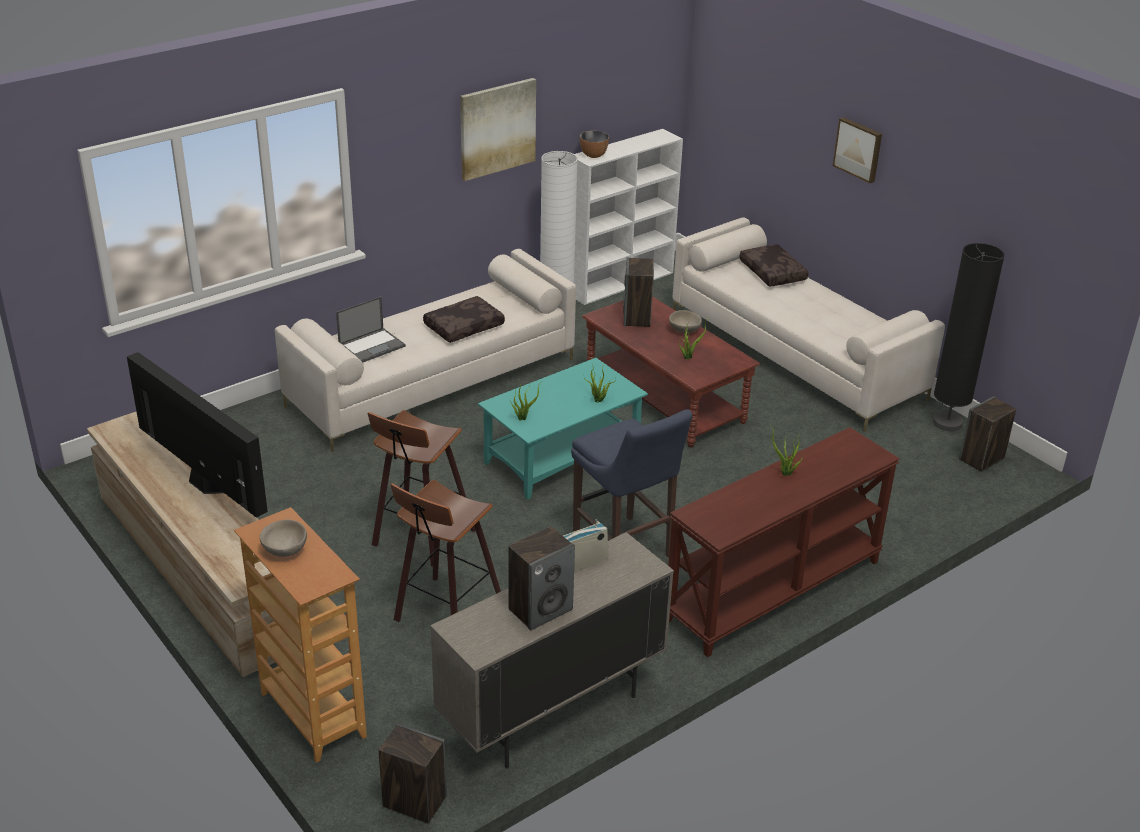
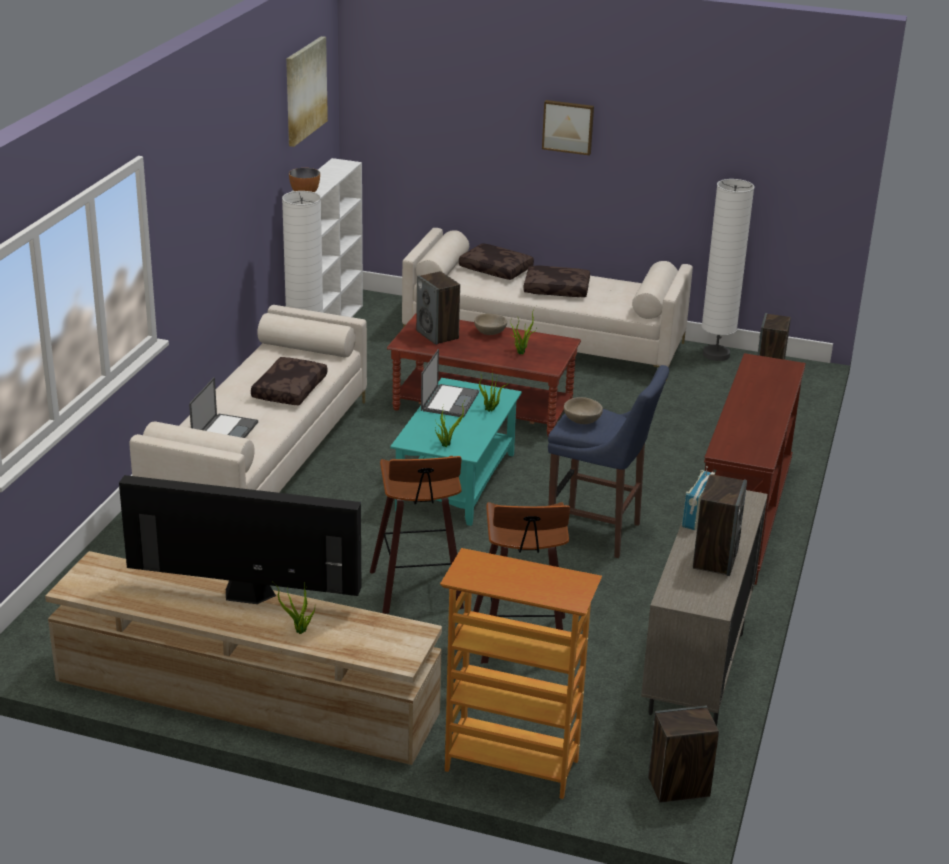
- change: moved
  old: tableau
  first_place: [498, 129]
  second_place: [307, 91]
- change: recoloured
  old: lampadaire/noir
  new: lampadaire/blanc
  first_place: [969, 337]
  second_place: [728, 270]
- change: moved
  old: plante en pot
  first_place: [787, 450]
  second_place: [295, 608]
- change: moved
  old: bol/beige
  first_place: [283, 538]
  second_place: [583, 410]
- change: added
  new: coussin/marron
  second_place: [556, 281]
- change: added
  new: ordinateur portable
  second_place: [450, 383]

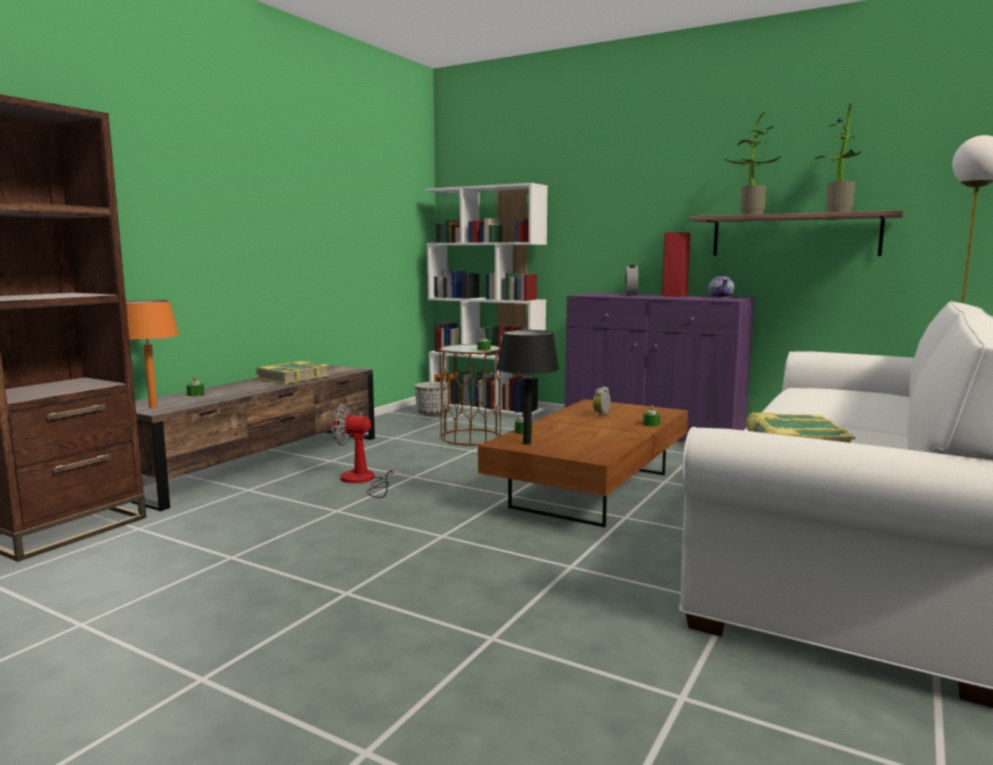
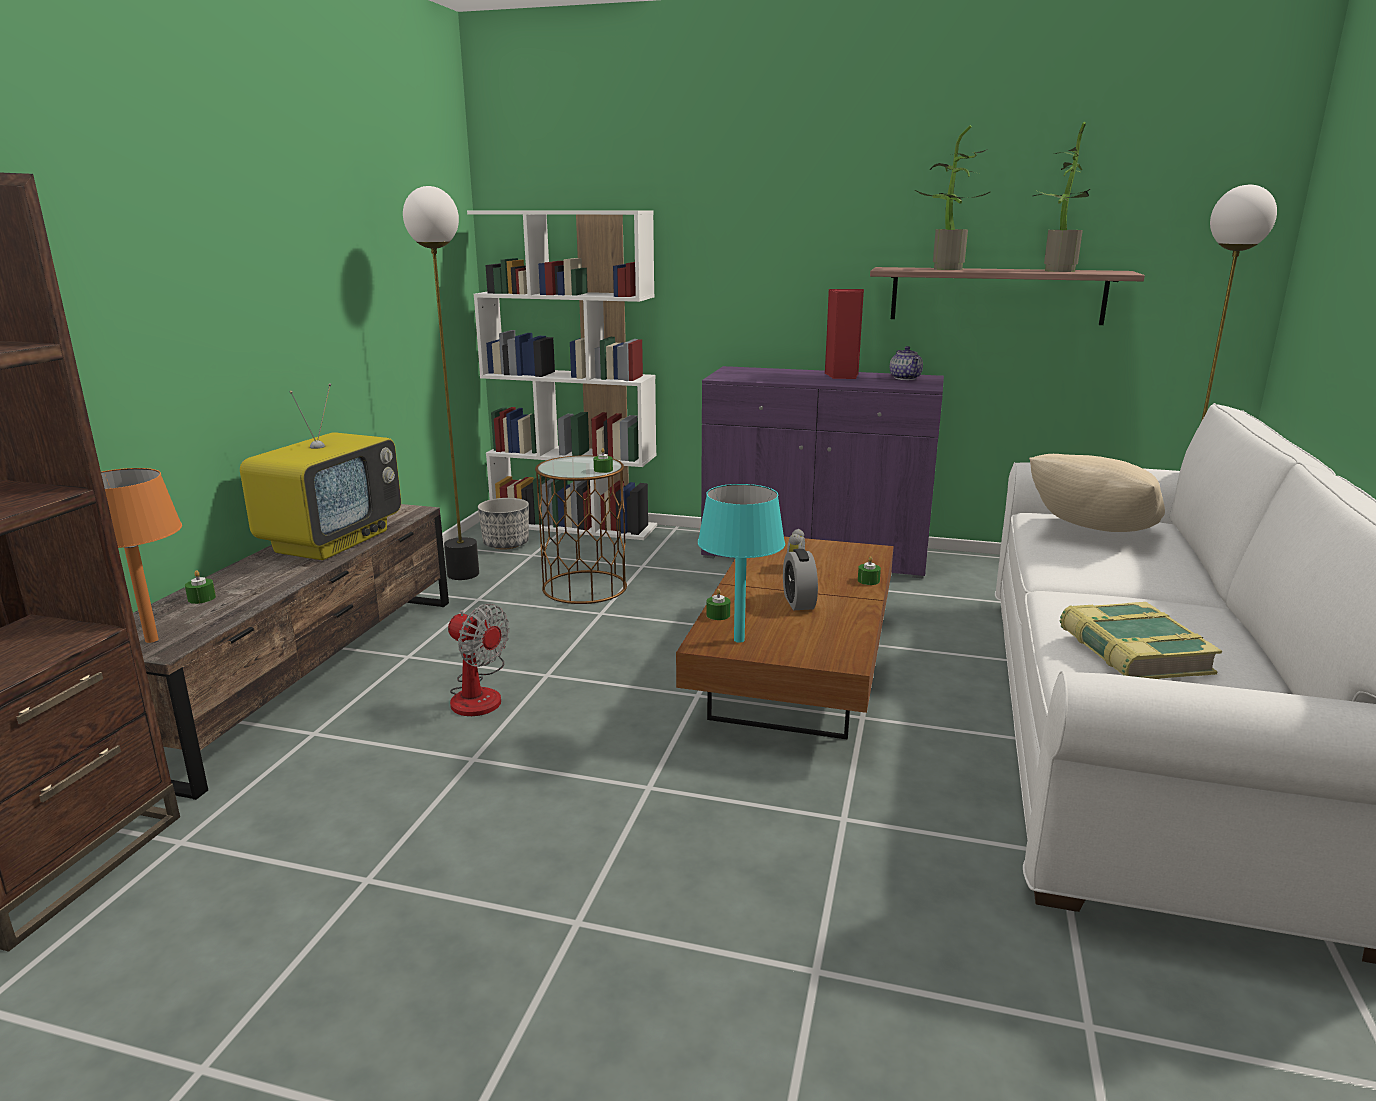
- change: moved
  old: réveil
  first_place: [631, 280]
  second_place: [800, 579]
- change: recoloured
  old: lampe de table/noir
  new: lampe de table/turquoise
  first_place: [527, 387]
  second_place: [741, 563]
- change: replaced
  old: livre
  new: téléviseur
  first_place: [292, 372]
  second_place: [320, 471]
- change: turned
  old: ventilateur
  first_place: [363, 451]
  second_place: [479, 660]
  degrees: -135
- change: added
  new: lampadaire
  second_place: [441, 383]
- change: added
  new: coussin/beige
  second_place: [1097, 493]

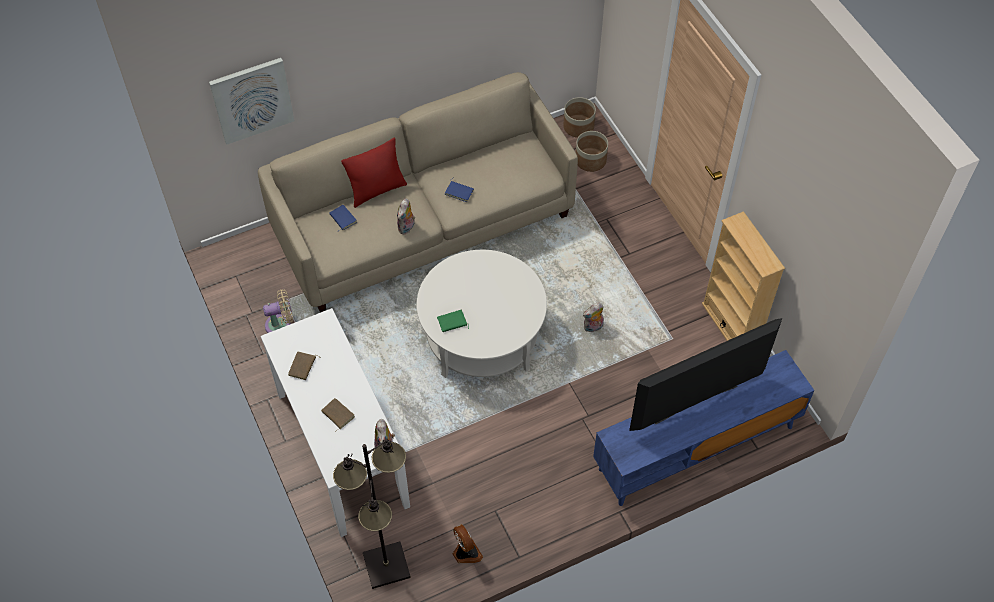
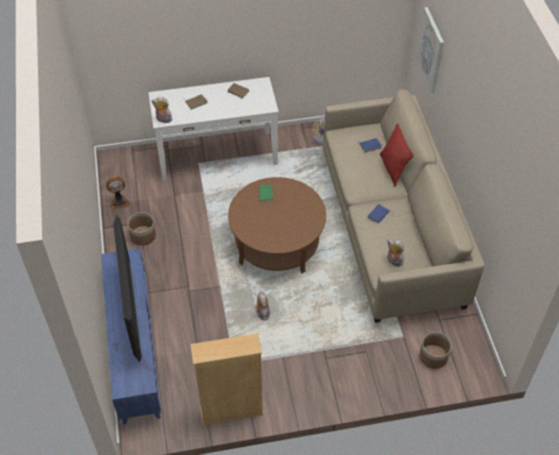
- change: moved
  old: cache-pot
  first_place: [579, 117]
  second_place: [141, 229]
- change: moved
  old: peluche
  first_place: [406, 216]
  second_place: [395, 253]
- change: recoloured
  old: table basse/blanc
  new: table basse/marron
  first_place: [482, 314]
  second_place: [277, 225]
- change: removed
  old: lampadaire/noir
  first_place: [372, 514]

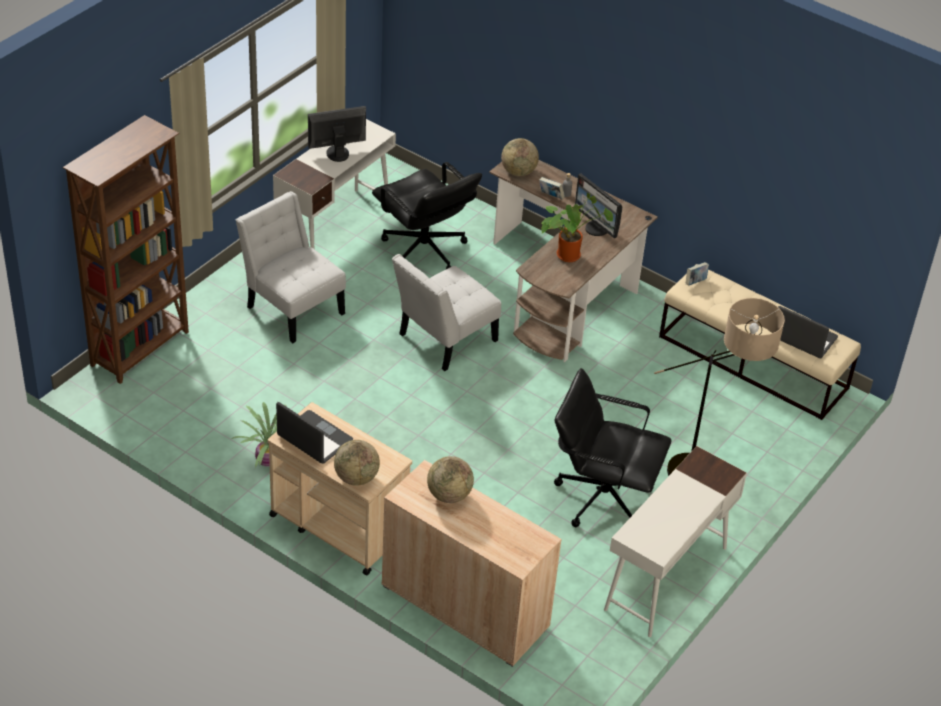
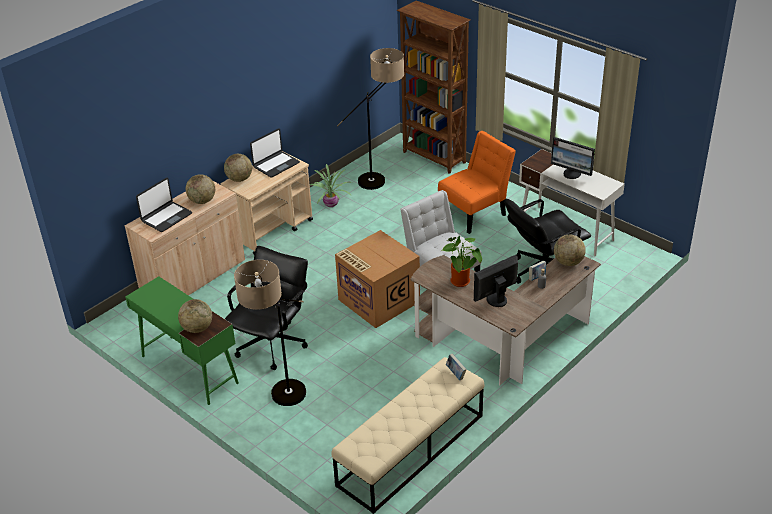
- change: turned
  old: écran d'ordinateur
  first_place: [337, 134]
  second_place: [573, 158]
  degrees: 135
- change: recoloured
  old: chaise/blanc
  new: chaise/orange
  first_place: [291, 267]
  second_place: [477, 182]
- change: moved
  old: ordinateur portable
  first_place: [808, 332]
  second_place: [164, 205]
- change: recoloured
  old: bureau/blanc
  new: bureau/vert
  first_place: [675, 541]
  second_place: [182, 340]
- change: added
  new: lampadaire
  second_place: [370, 119]
- change: added
  new: carton
  second_place: [377, 279]
- change: added
  new: globe
  second_place: [195, 316]

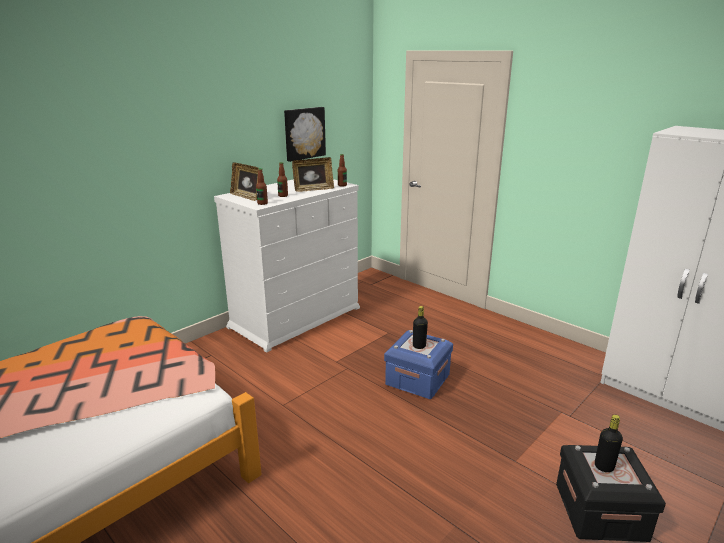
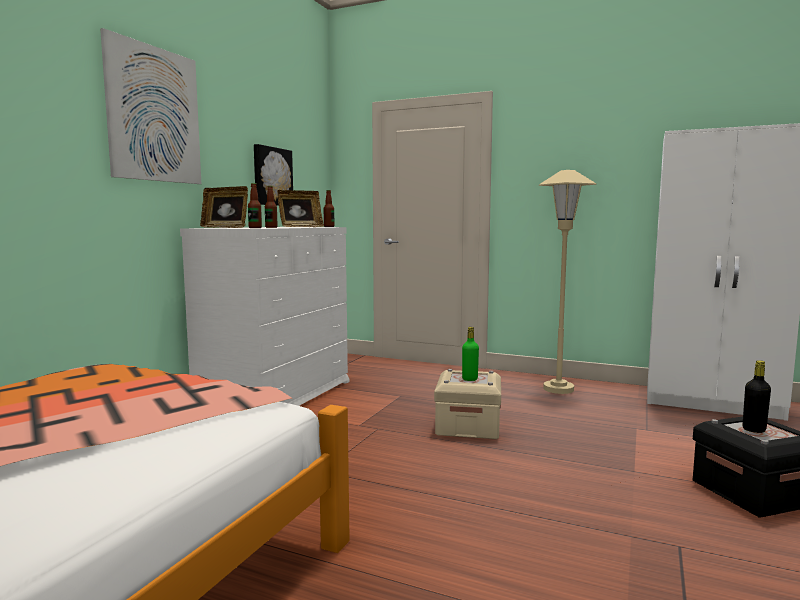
- change: recoloured
  old: bouteille/noir
  new: bouteille/vert
  first_place: [420, 327]
  second_place: [470, 354]
- change: recoloured
  old: boîte de rangement/bleu
  new: boîte de rangement/beige
  first_place: [418, 364]
  second_place: [467, 404]
- change: added
  new: tableau
  second_place: [150, 106]
- change: added
  new: lampadaire/beige
  second_place: [567, 282]

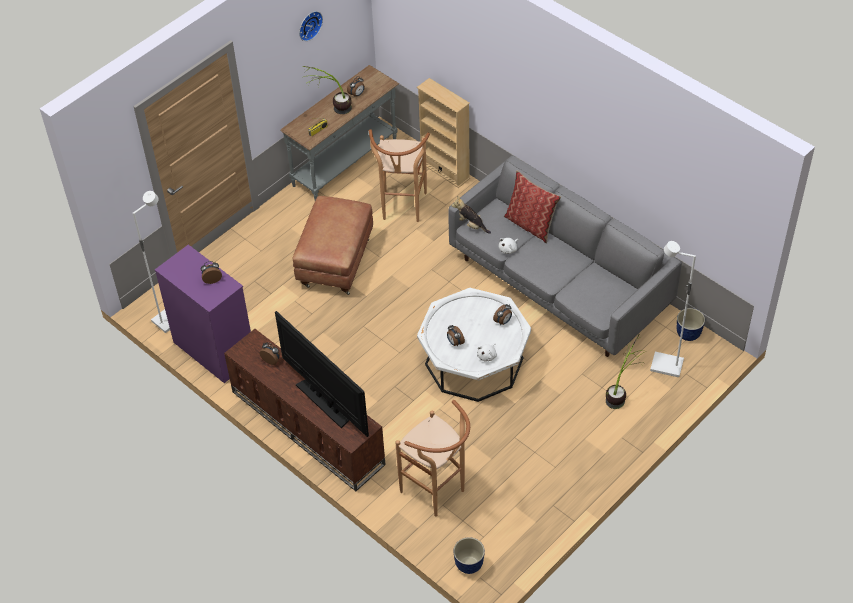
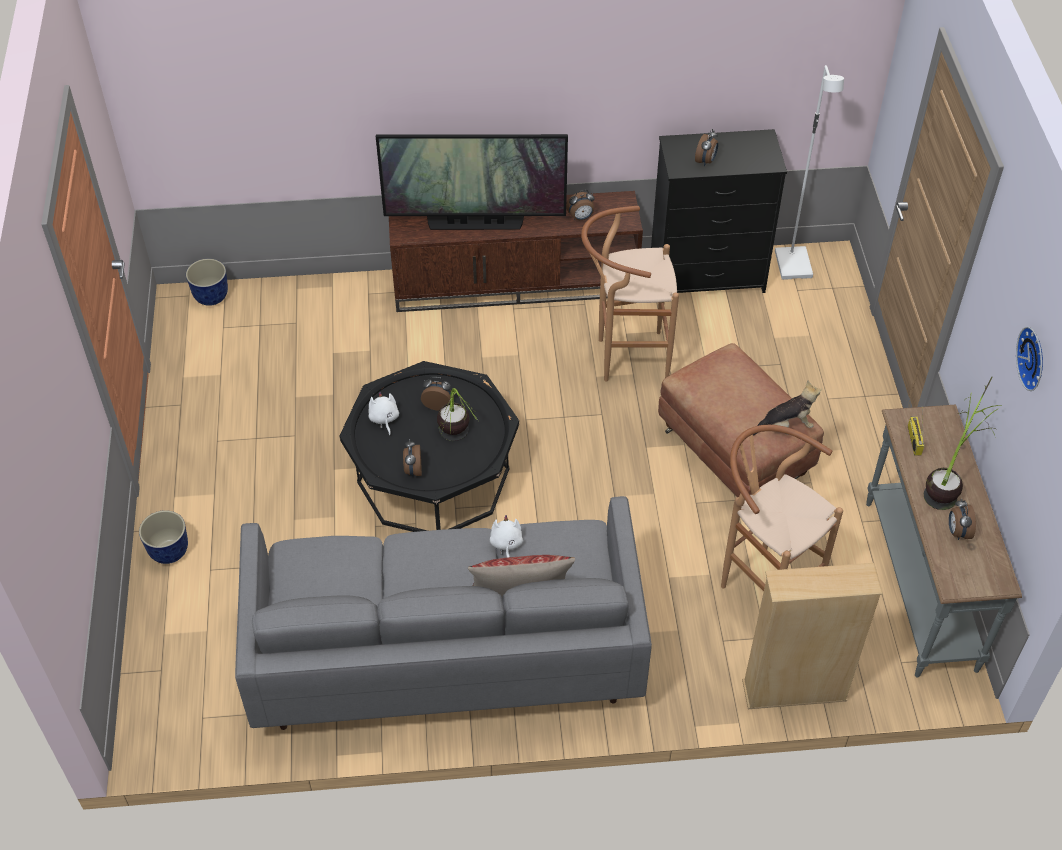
- change: moved
  old: peluche
  first_place: [471, 215]
  second_place: [787, 408]
- change: removed
  old: lampadaire/blanc
  first_place: [673, 309]
- change: recoloured
  old: commode/violet
  new: commode/noir
  first_place: [203, 314]
  second_place: [719, 211]
- change: recoloured
  old: table basse/blanc
  new: table basse/noir
  first_place: [474, 345]
  second_place: [429, 446]
- change: moved
  old: cache-pot
  first_place: [691, 324]
  second_place: [163, 537]
- change: moved
  old: plante en pot
  first_place: [626, 371]
  second_place: [457, 414]
- change: moved
  old: tabouret/marron
  first_place: [433, 458]
  second_place: [630, 293]

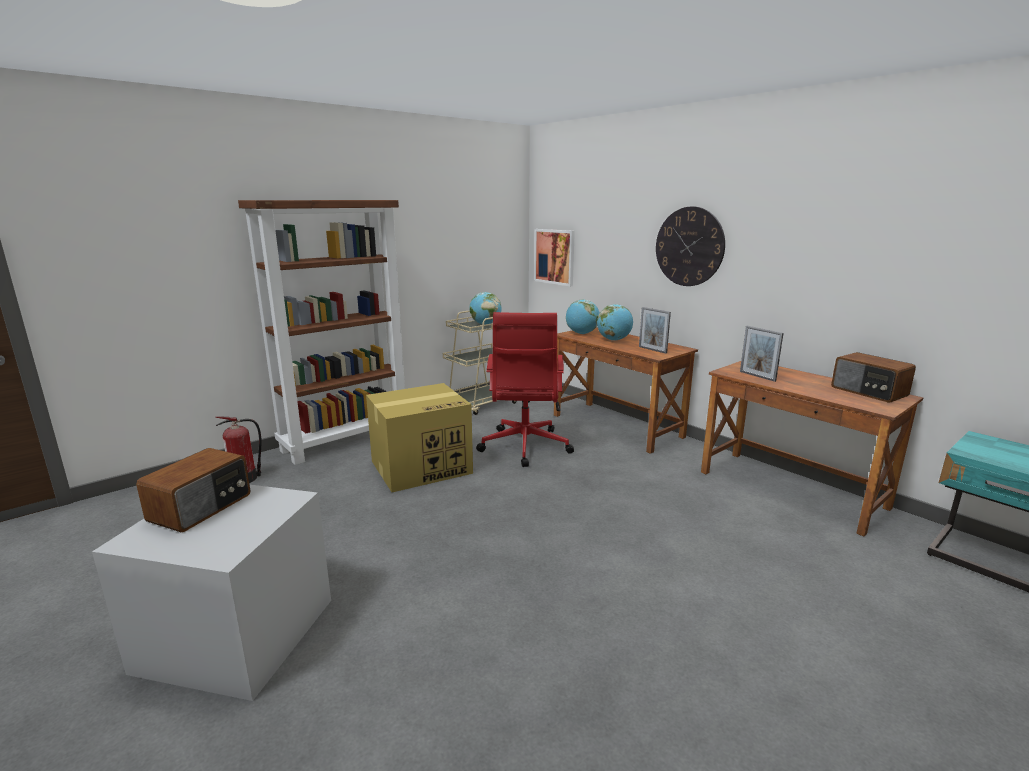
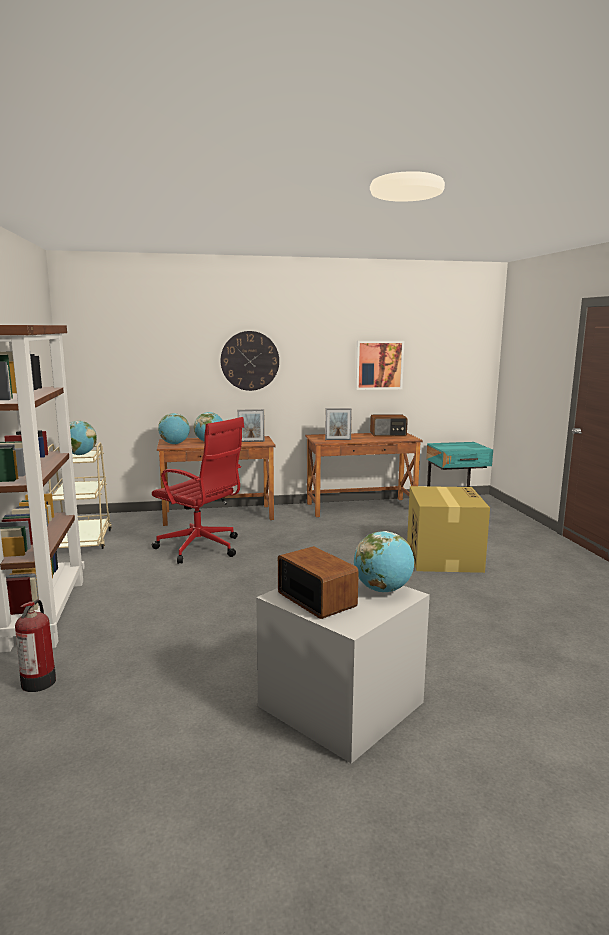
- change: moved
  old: tableau
  first_place: [554, 257]
  second_place: [380, 365]
- change: moved
  old: carton
  first_place: [419, 437]
  second_place: [448, 529]
- change: added
  new: globe
  second_place: [384, 562]

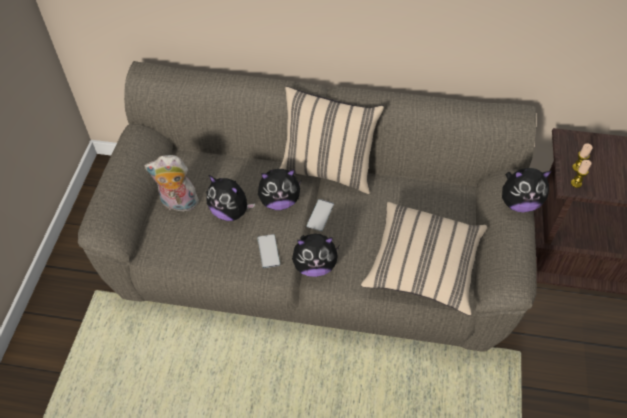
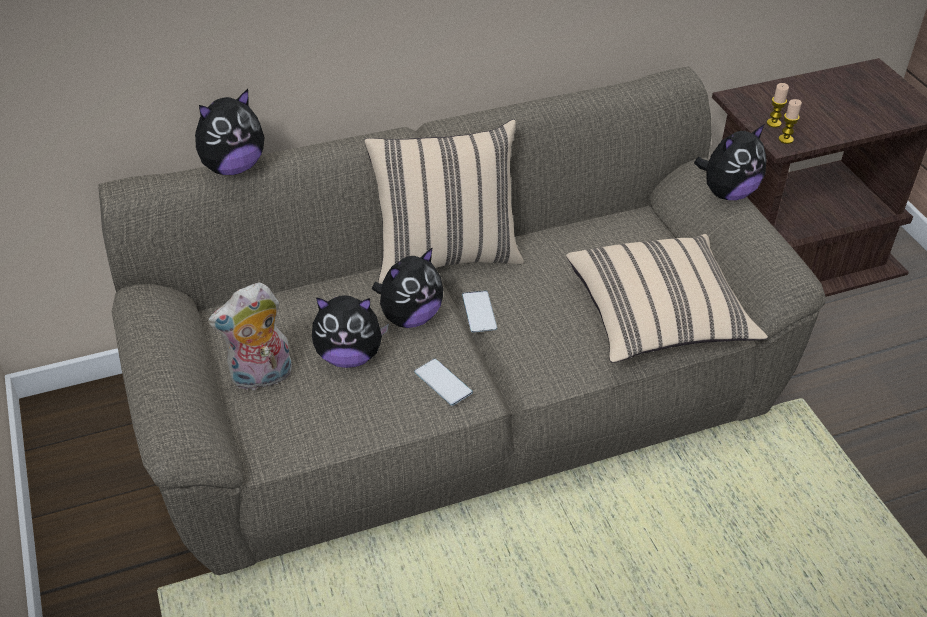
- change: moved
  old: peluche
  first_place: [315, 255]
  second_place: [230, 132]

